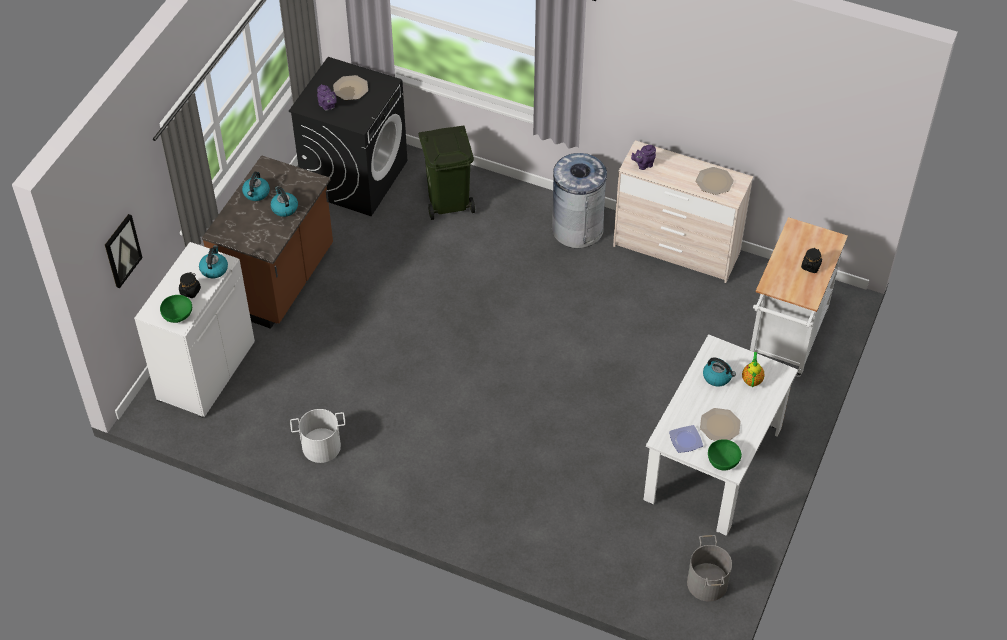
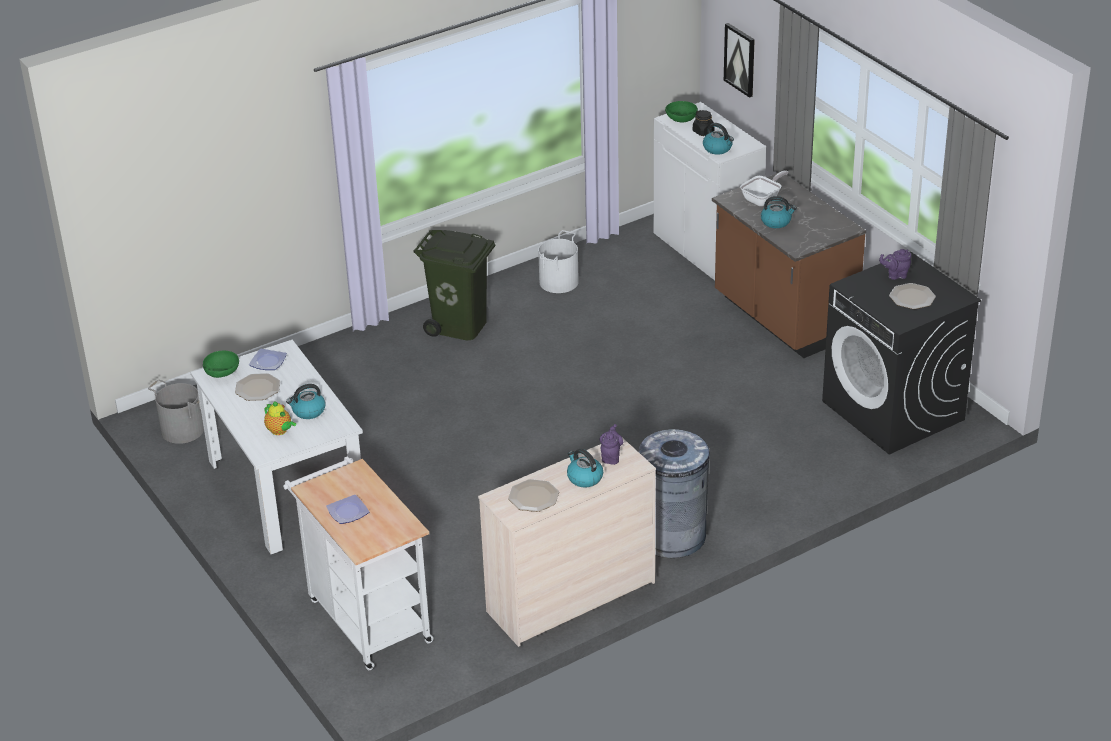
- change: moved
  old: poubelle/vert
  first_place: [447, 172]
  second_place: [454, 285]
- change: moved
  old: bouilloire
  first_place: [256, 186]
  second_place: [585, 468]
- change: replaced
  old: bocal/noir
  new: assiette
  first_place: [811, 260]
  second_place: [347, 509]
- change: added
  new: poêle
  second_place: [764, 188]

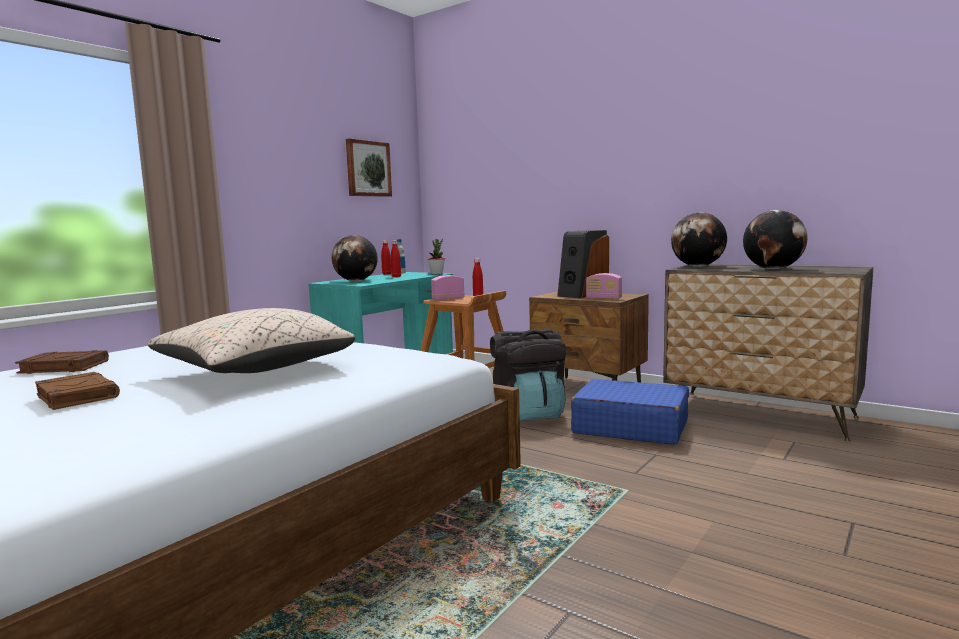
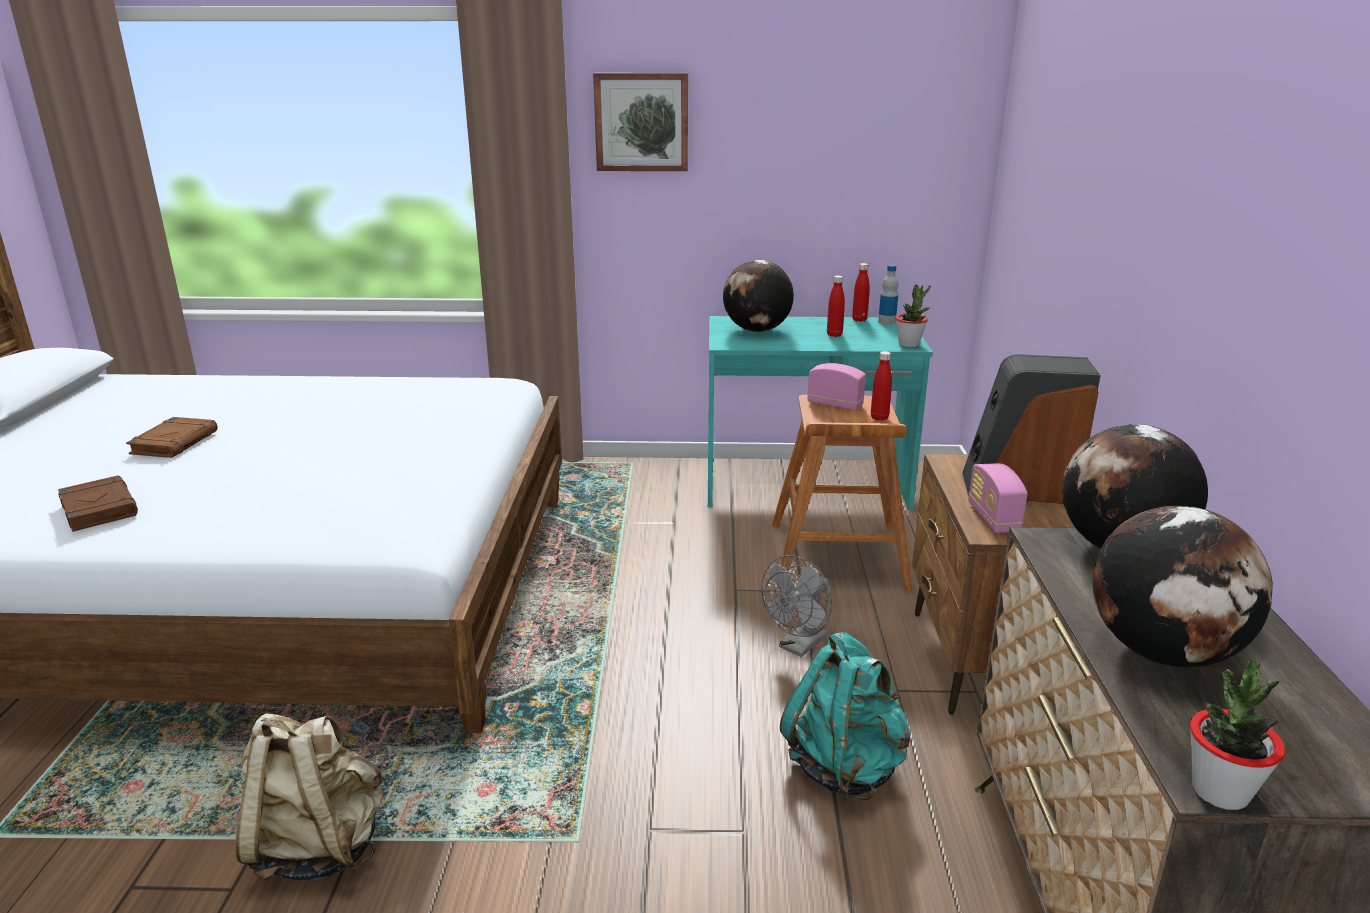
- change: moved
  old: tableau
  first_place: [369, 167]
  second_place: [640, 122]
- change: removed
  old: coussin/beige
  first_place: [251, 340]
- change: replaced
  old: sac à dos/noir
  new: ventilateur/gris
  first_place: [528, 375]
  second_place: [796, 606]
- change: moved
  old: livre/marron
  first_place: [62, 362]
  second_place: [98, 504]
- change: replaced
  old: valise/bleu
  new: sac à dos/turquoise
  first_place: [630, 412]
  second_place: [845, 716]
- change: added
  new: plante en pot
  second_place: [1237, 735]
- change: added
  new: sac à dos/beige
  second_place: [309, 796]

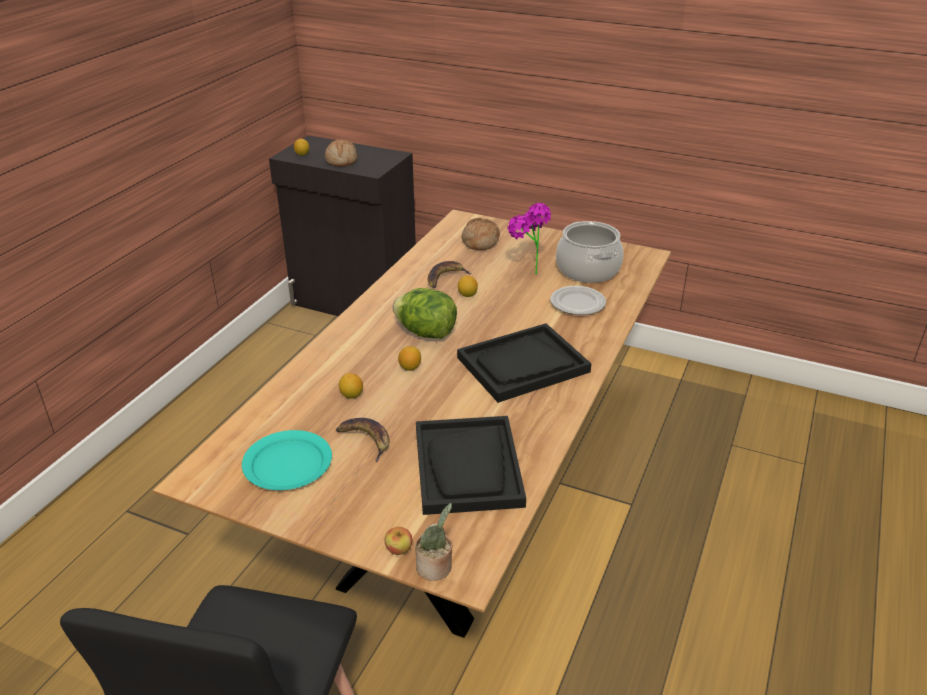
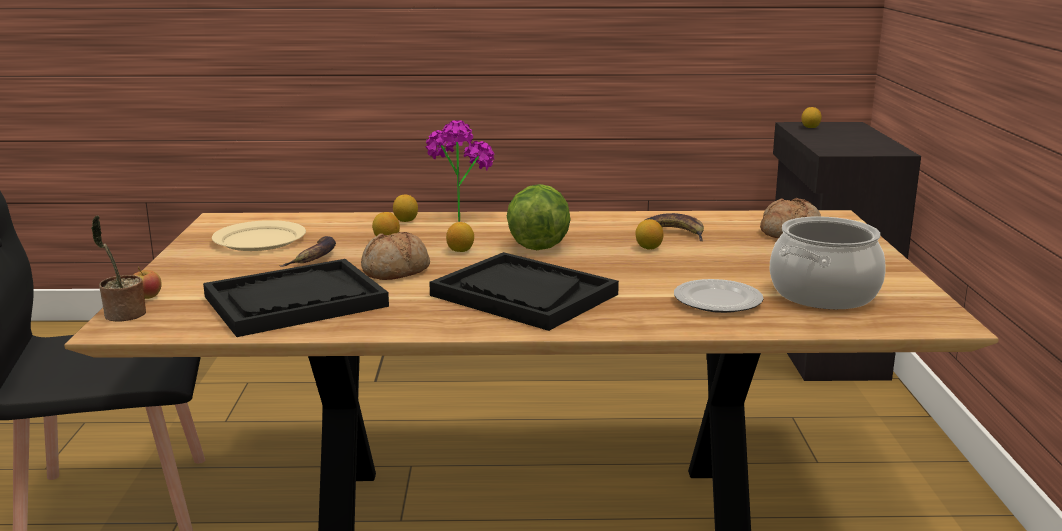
- change: moved
  old: pain
  first_place: [341, 153]
  second_place: [395, 256]
- change: moved
  old: plante en pot
  first_place: [529, 239]
  second_place: [460, 171]
- change: recoloured
  old: assiette/turquoise
  new: assiette/beige
  first_place: [287, 460]
  second_place: [259, 235]
- change: added
  new: citron
  second_place: [405, 208]

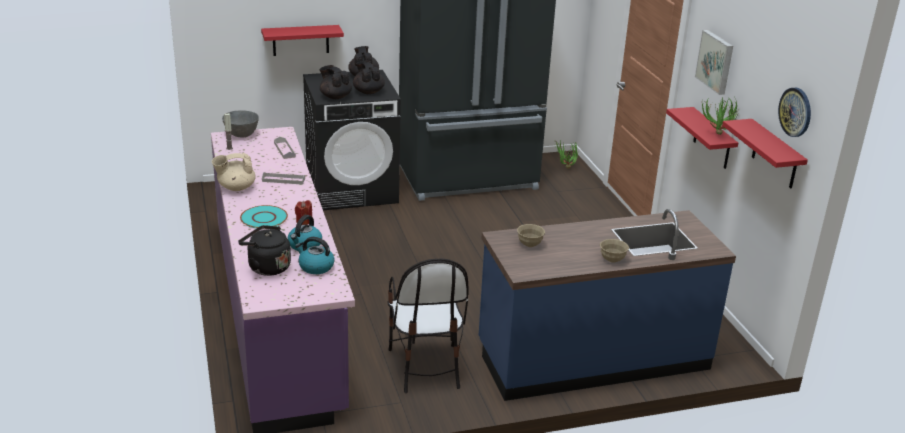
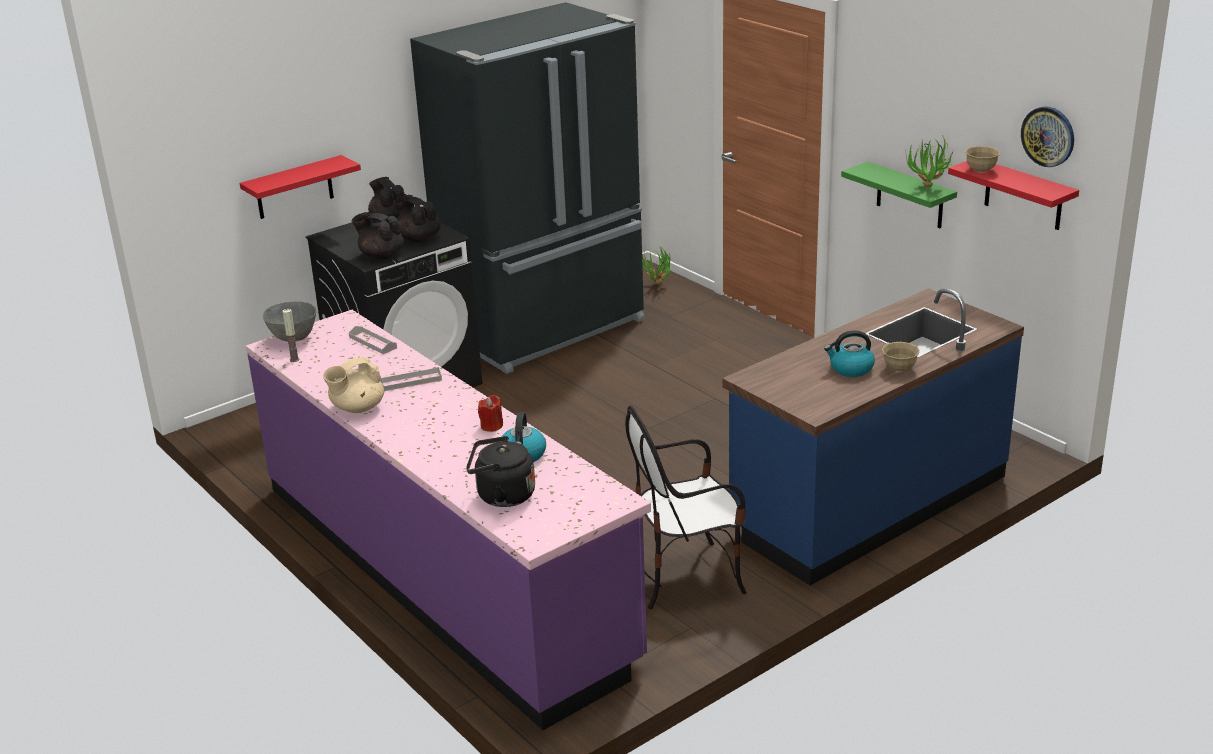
- change: removed
  old: tableau
  first_place: [714, 62]
- change: recoloured
  old: étagère/rouge
  new: étagère/vert
  first_place: [702, 138]
  second_place: [899, 195]
- change: removed
  old: assiette/turquoise
  first_place: [264, 216]
- change: moved
  old: bol/beige
  first_place: [531, 235]
  second_place: [982, 159]
- change: moved
  old: bouilloire
  first_place: [314, 255]
  second_place: [849, 353]
- change: turned
  old: chaise
  first_place: [428, 325]
  second_place: [686, 507]
  degrees: 105

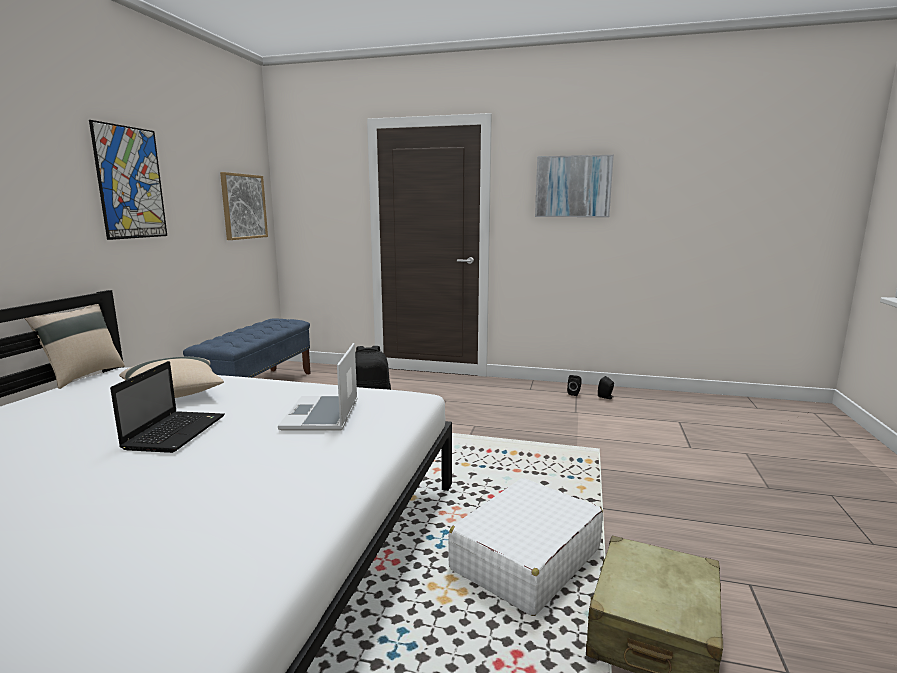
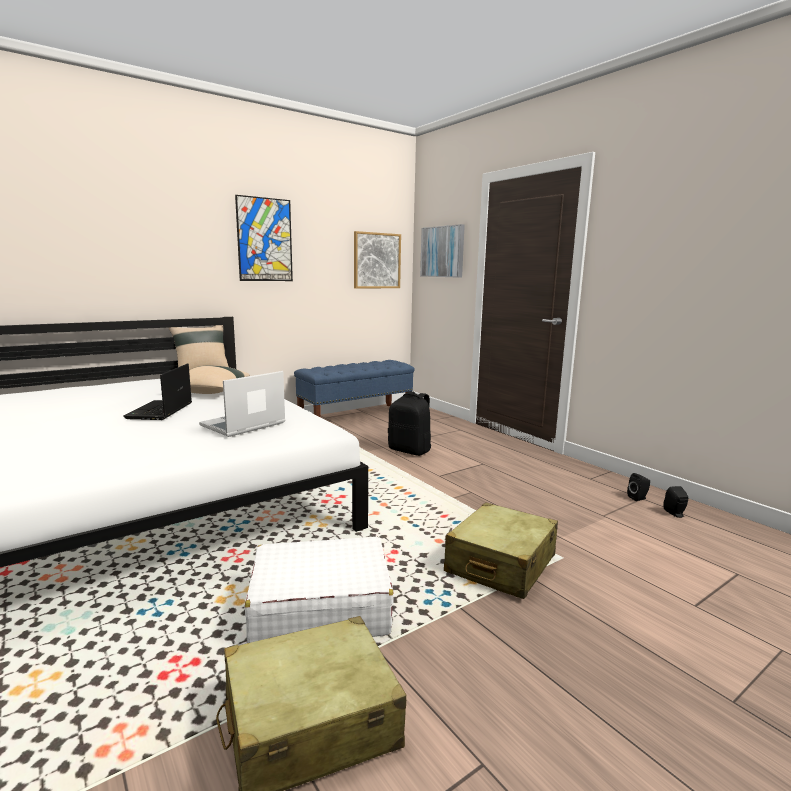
- change: moved
  old: tableau
  first_place: [574, 186]
  second_place: [442, 251]
- change: turned
  old: ordinateur portable
  first_place: [167, 407]
  second_place: [157, 391]
  degrees: 135
- change: added
  new: valise/beige
  second_place: [501, 550]

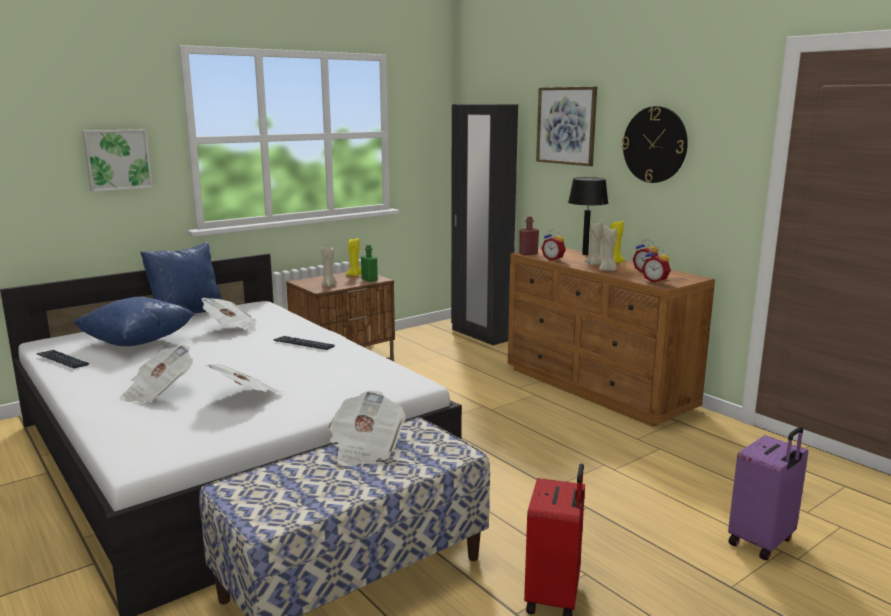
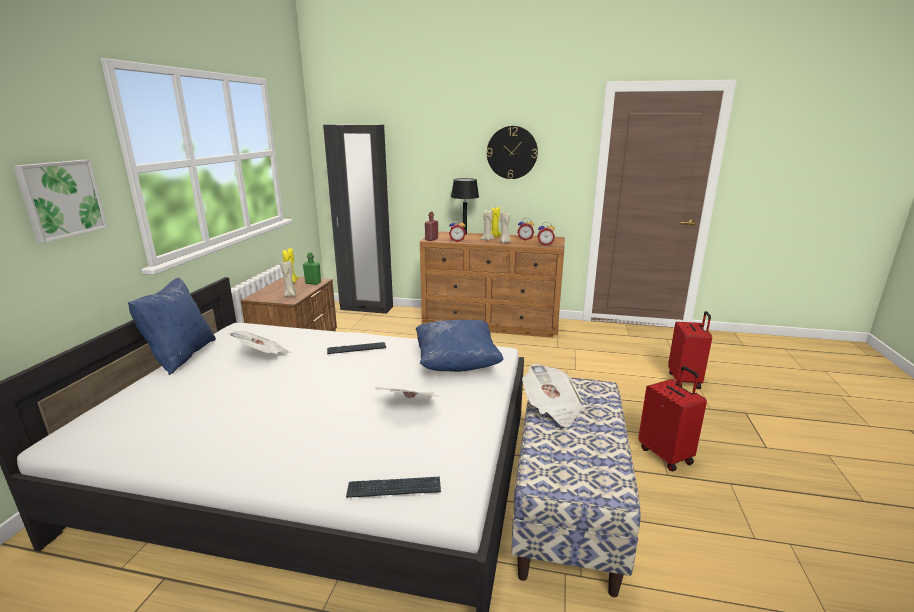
- change: removed
  old: tableau
  first_place: [566, 126]
- change: moved
  old: coussin/bleu
  first_place: [134, 321]
  second_place: [460, 346]
- change: removed
  old: journal
  first_place: [156, 373]
- change: moved
  old: clavier
  first_place: [63, 359]
  second_place: [393, 487]
- change: recoloured
  old: valise/violet
  new: valise/rouge
  first_place: [768, 493]
  second_place: [690, 350]

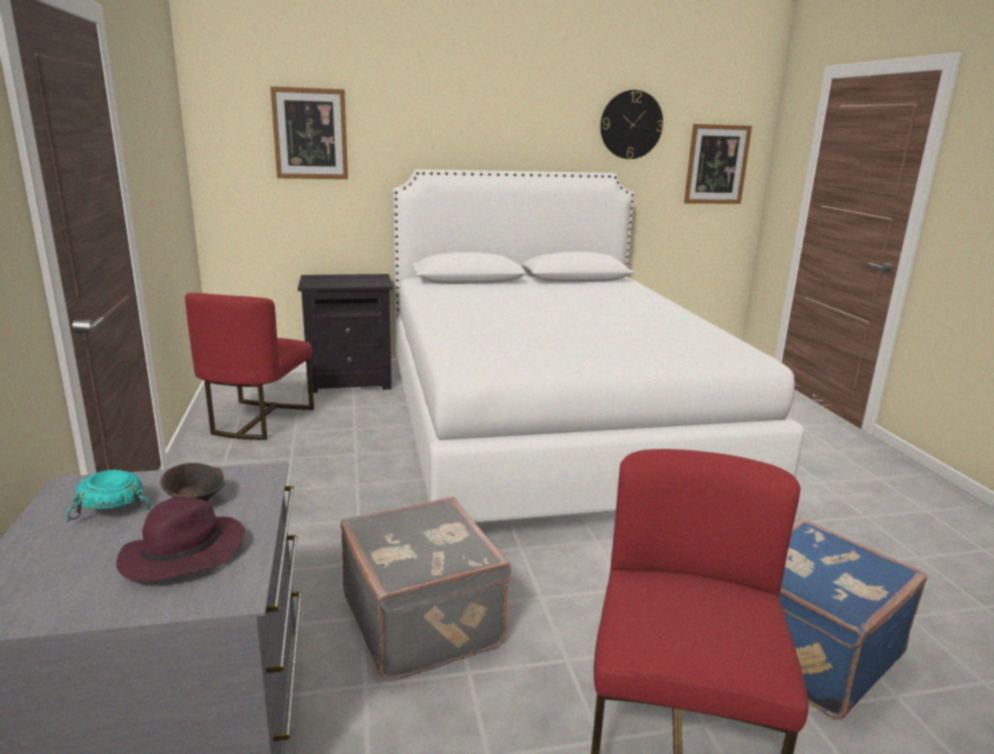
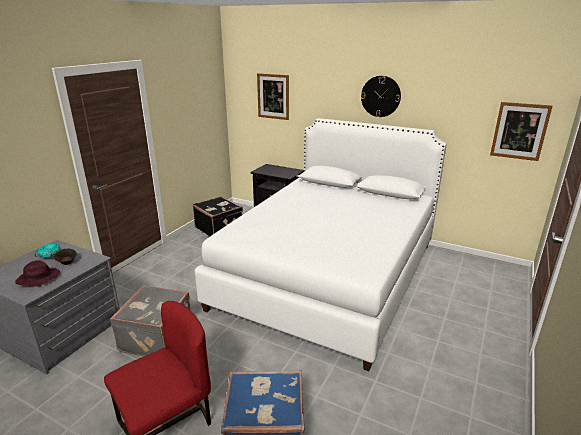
- change: moved
  old: horloge murale
  first_place: [631, 124]
  second_place: [381, 96]
- change: replaced
  old: chaise/rouge
  new: valise/noir
  first_place: [249, 366]
  second_place: [218, 216]

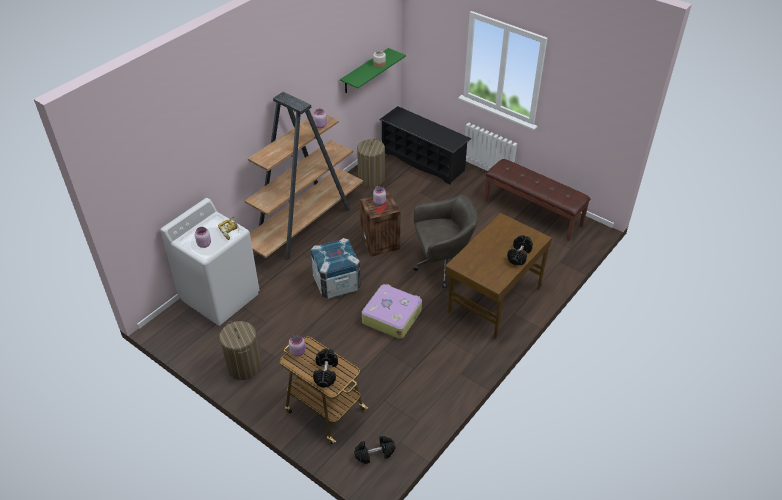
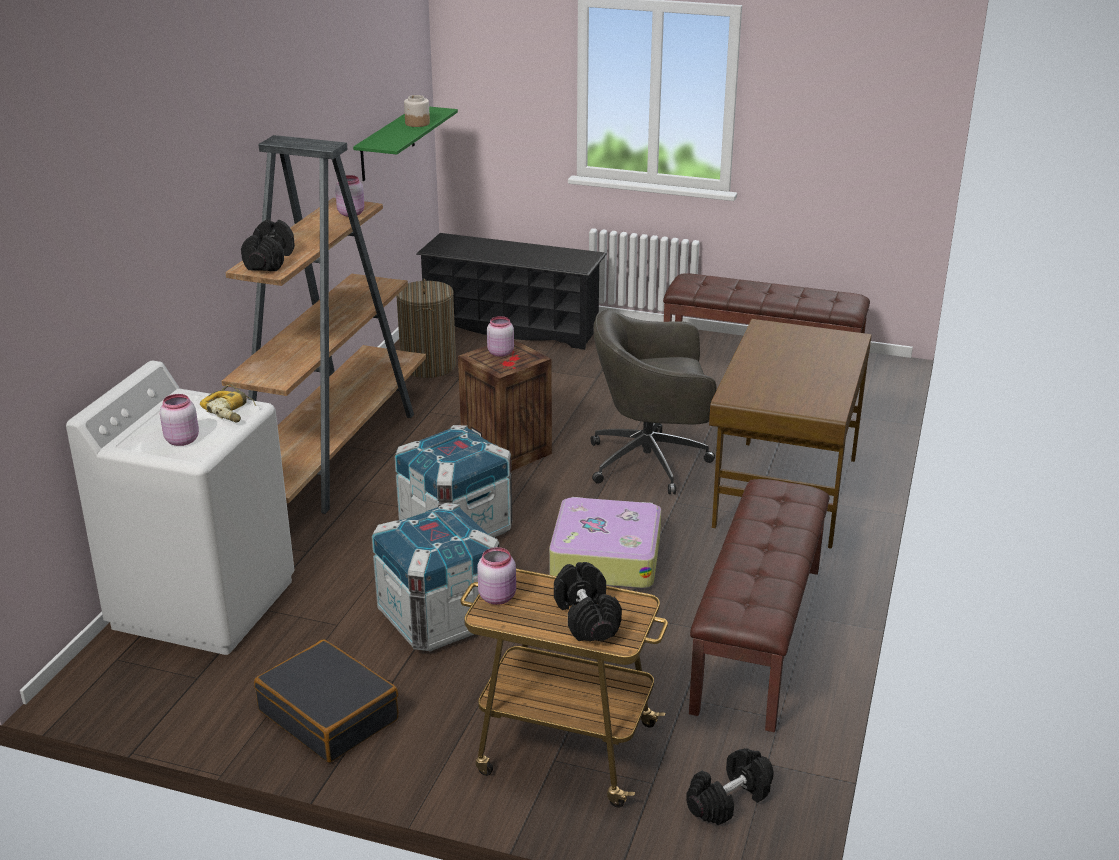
- change: turned
  old: chaise de bureau/gris
  first_place: [445, 241]
  second_place: [653, 401]
  degrees: -150
- change: moved
  old: haltère/noir
  first_place: [520, 250]
  second_place: [268, 245]
- change: replaced
  old: panier à linge
  new: valise/noir
  first_place: [240, 350]
  second_place: [326, 700]
- change: added
  new: banc/marron
  second_place: [759, 605]
- change: added
  new: caisse
  second_place: [435, 577]

